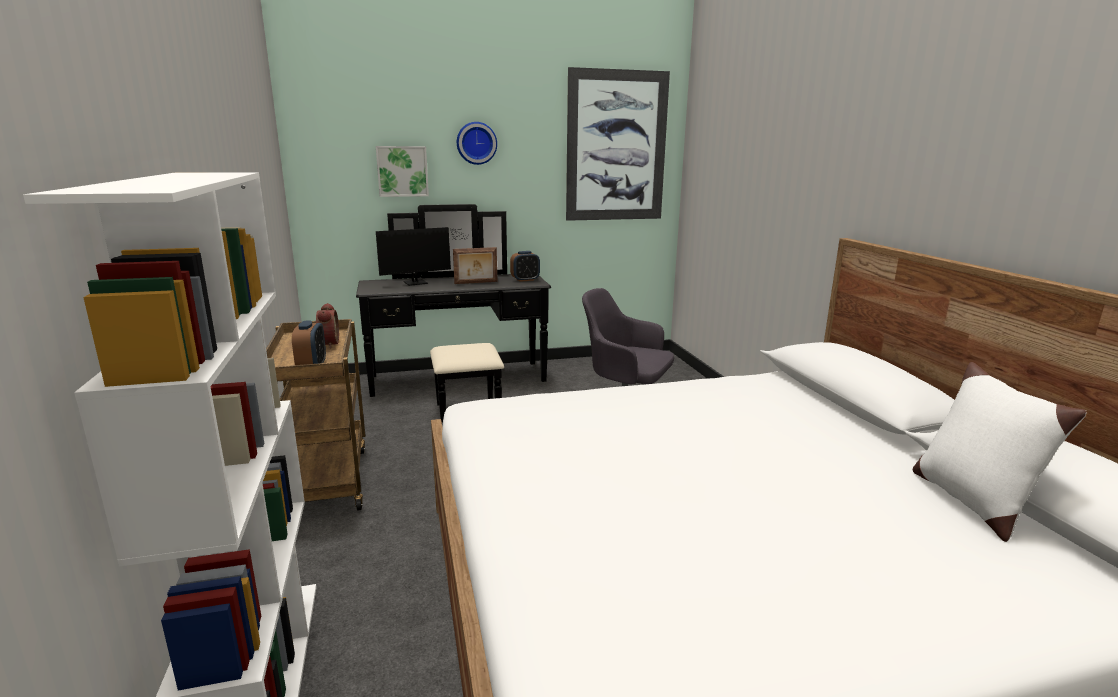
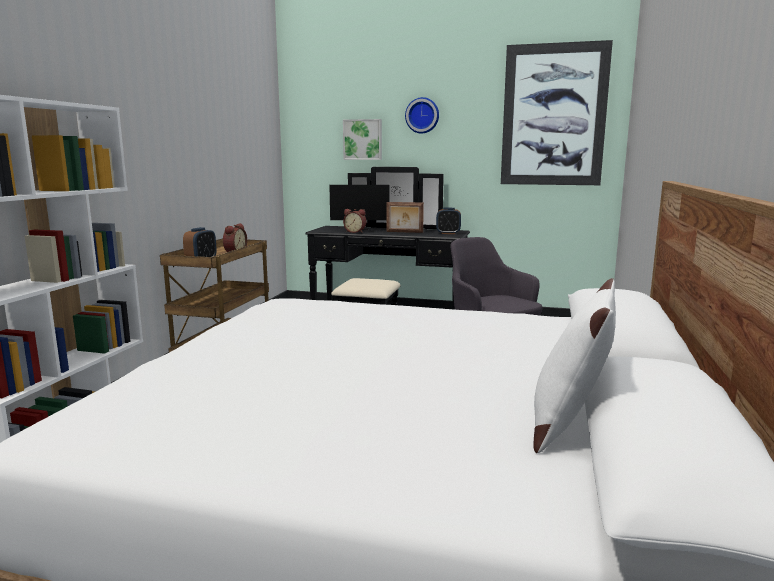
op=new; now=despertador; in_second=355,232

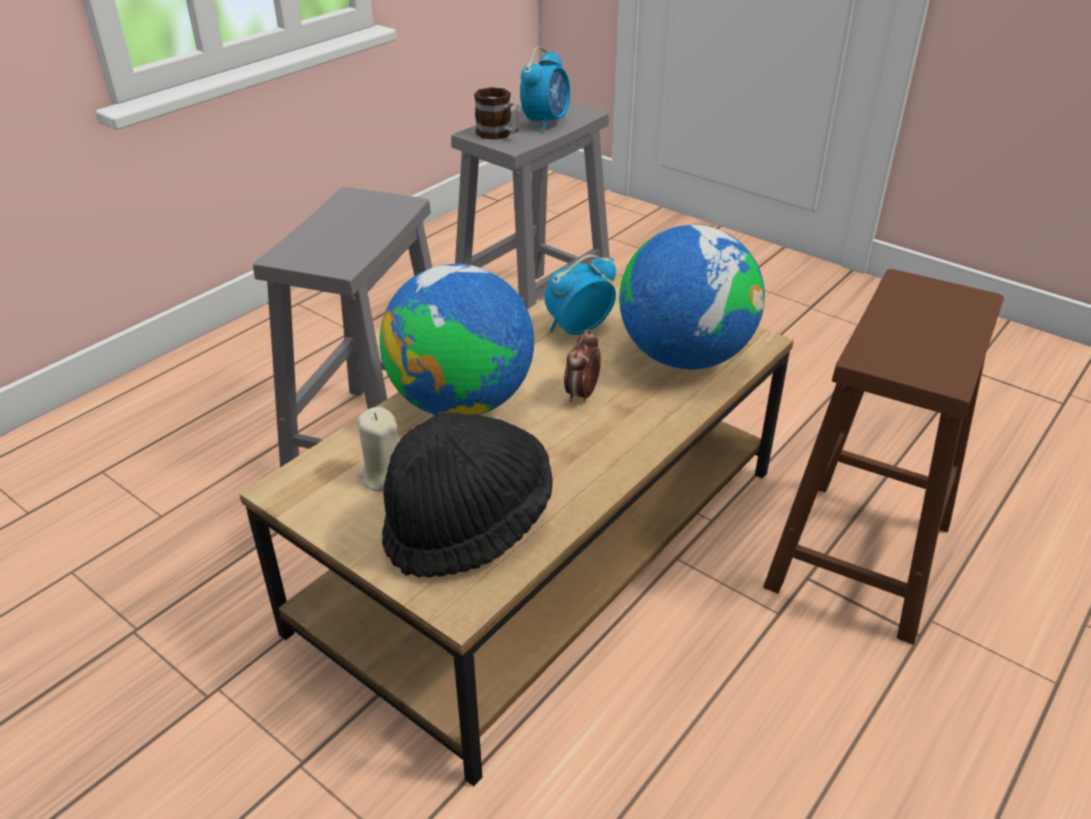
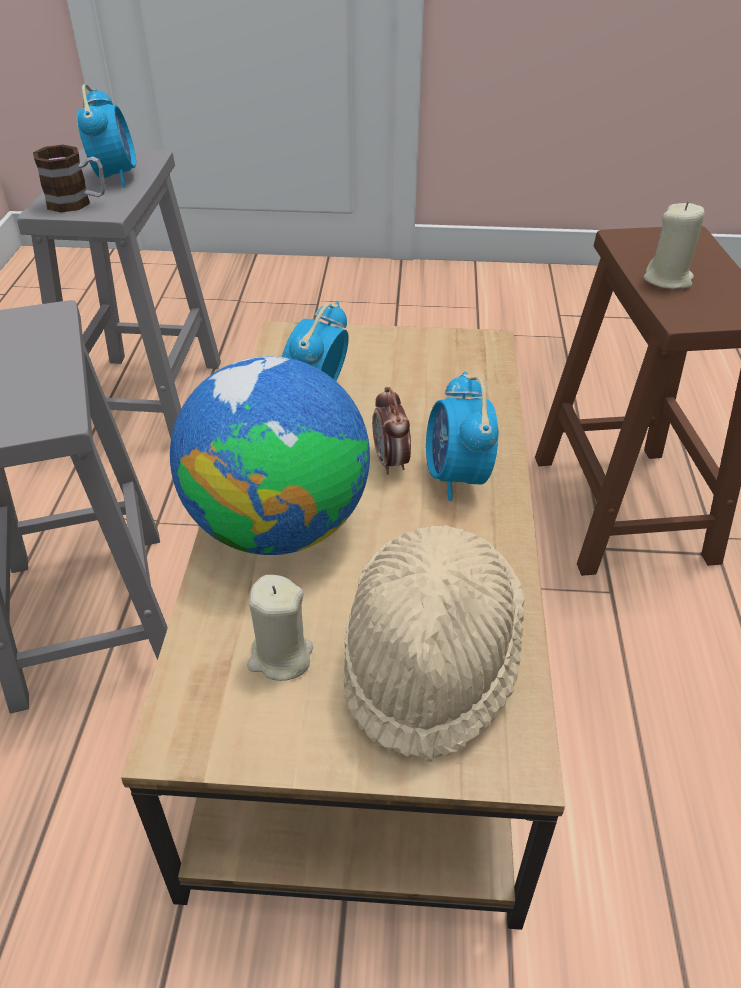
op=gone; was=globo terráqueo; in_first=684,357
op=new; now=despertador; in_second=456,477
op=new; now=vela/beis; in_second=668,279
op=repainted; was=sombrero/negro; now=sombrero/beis; in_first=468,525; in_second=429,662

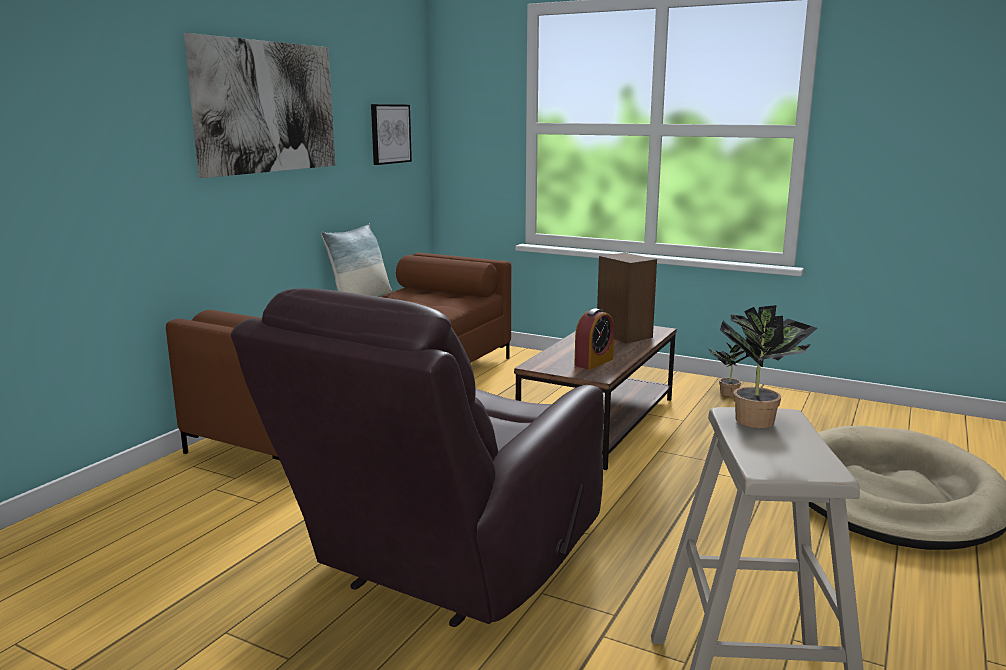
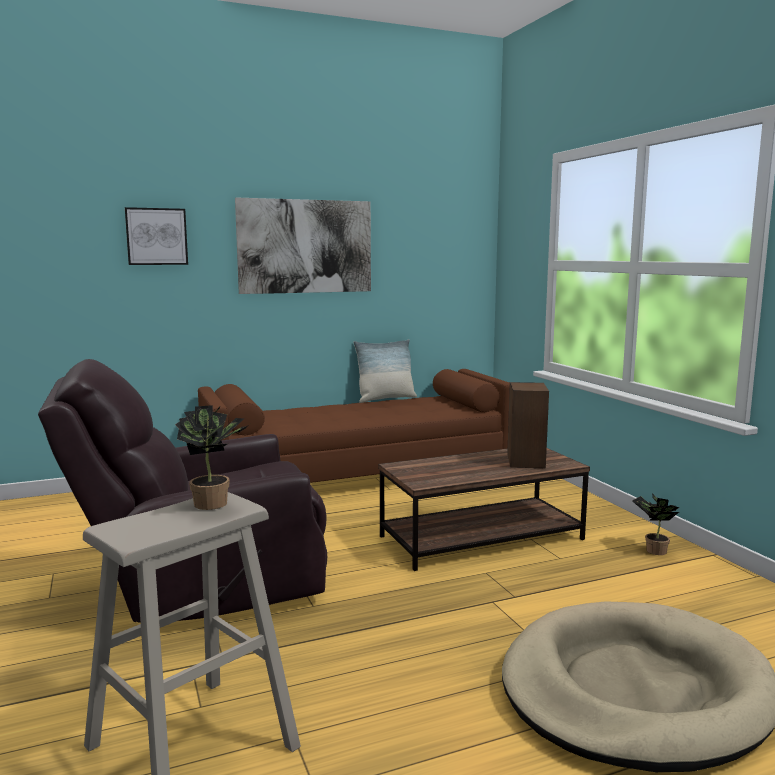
op=gone; was=despertador; in_first=594,362
op=shifted; was=cuadro; in_first=389,134; in_second=156,236

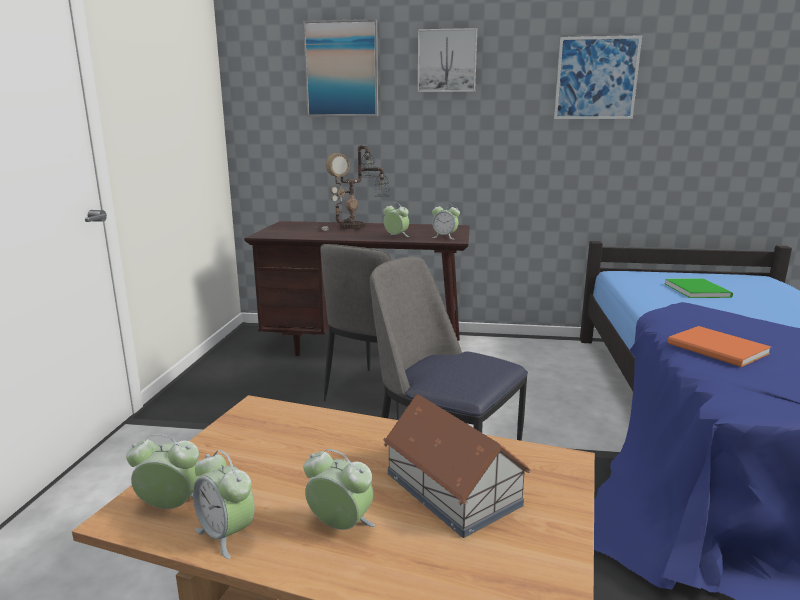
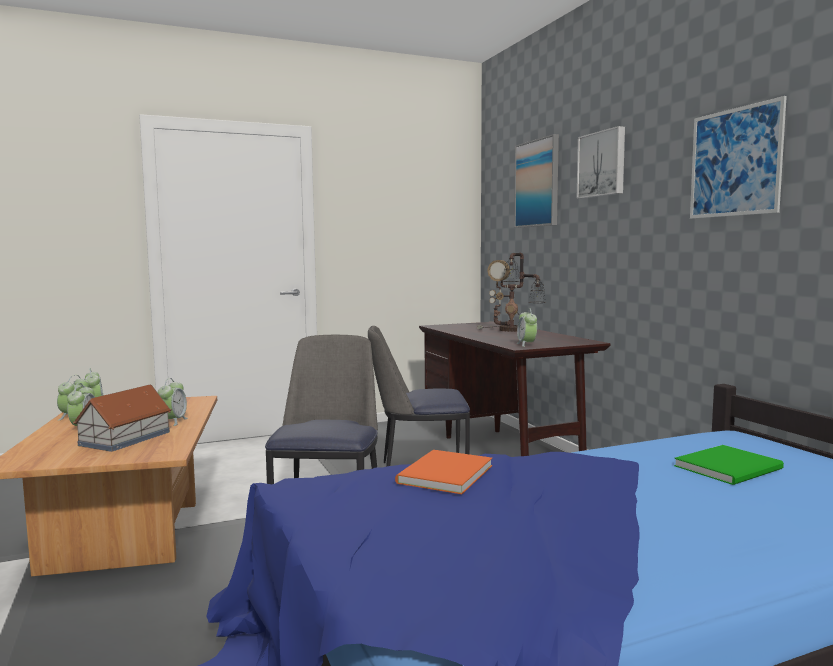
op=shifted; was=despertador; in_first=396,236; in_second=173,421

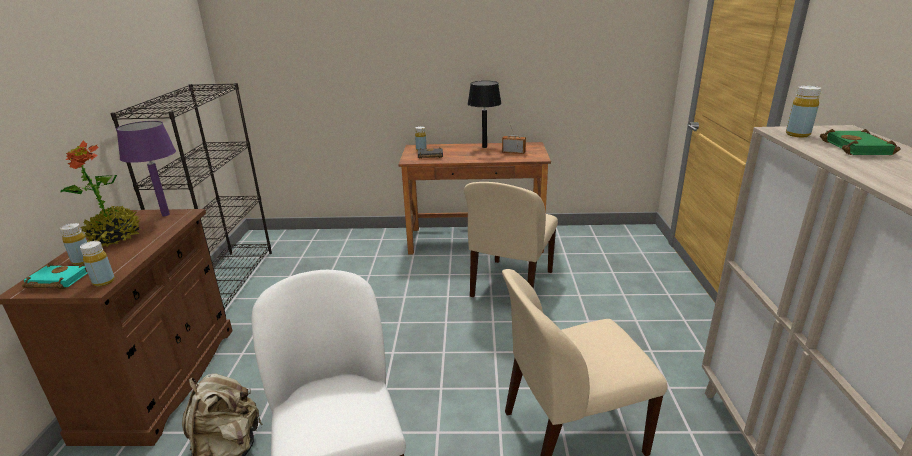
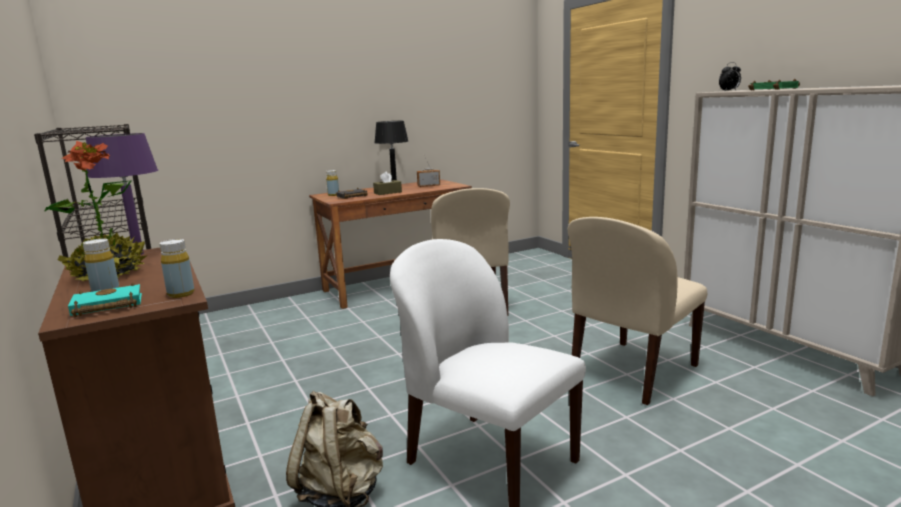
op=new; now=caja de pañuelos/marrón; in_second=388,192
op=swapped; was=botella/amarillo; now=despertador; in_first=797,134; in_second=729,91

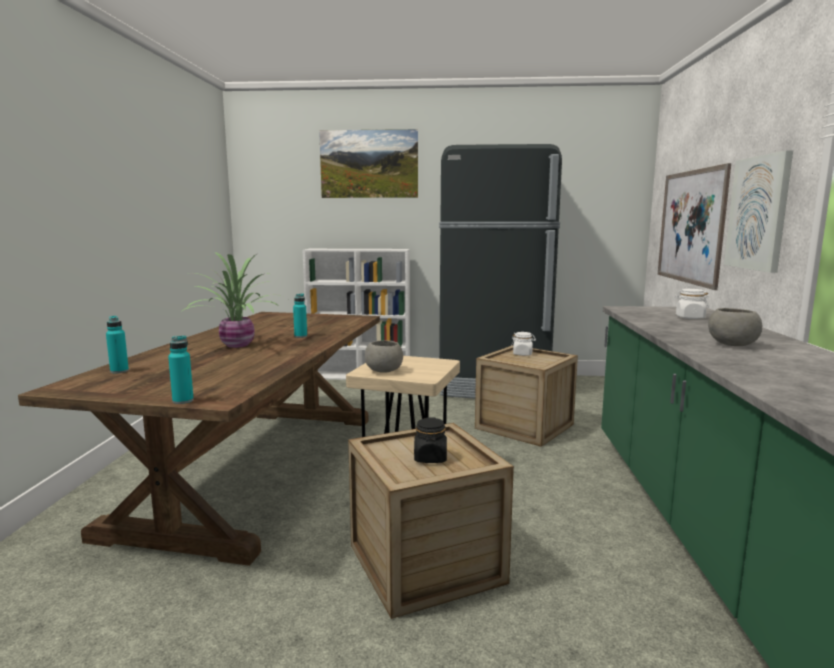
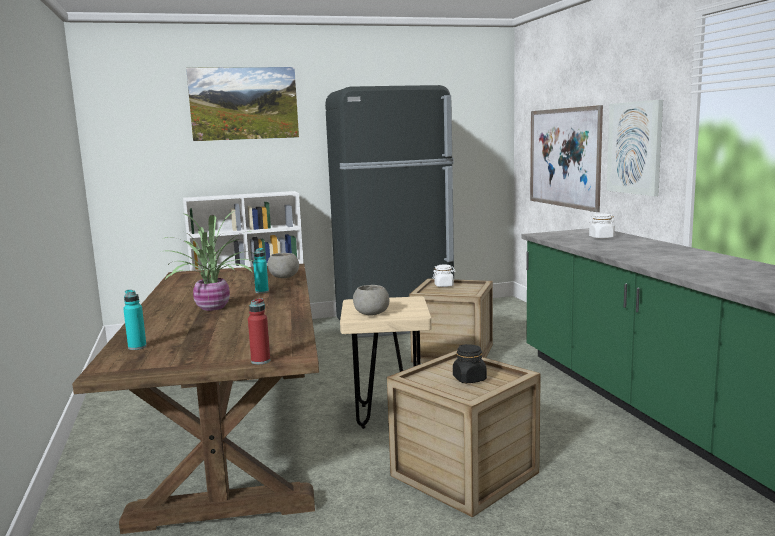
op=shifted; was=cuenco/gris; in_first=731,345; in_second=283,277
op=repainted; was=botella/turquesa; now=botella/rojo; in_first=183,401; in_second=260,361

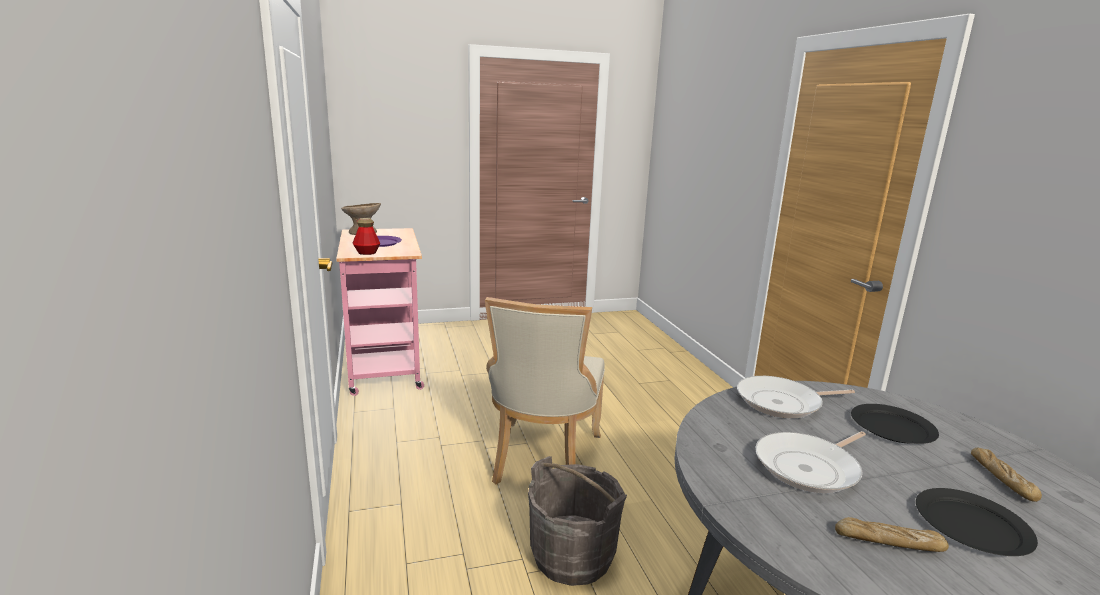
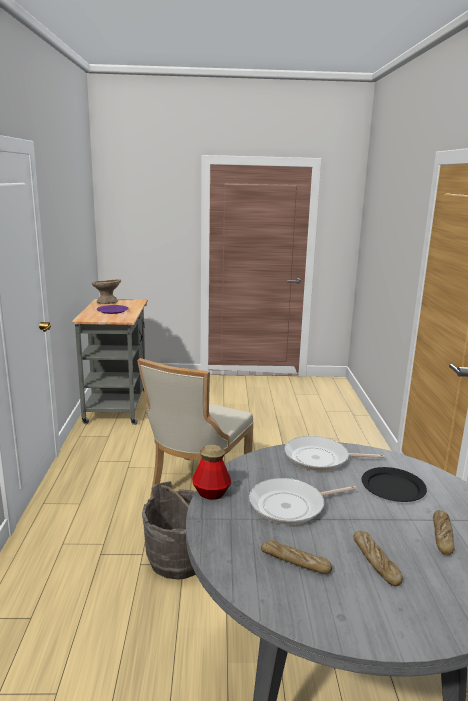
op=shifted; was=botella; in_first=367,253; in_second=211,493
op=swapped; was=plato/negro; now=pan; in_first=971,524; in_second=376,562
op=repainted; was=carrito/rosa; now=carrito/gris; in_first=384,365; in_second=117,404

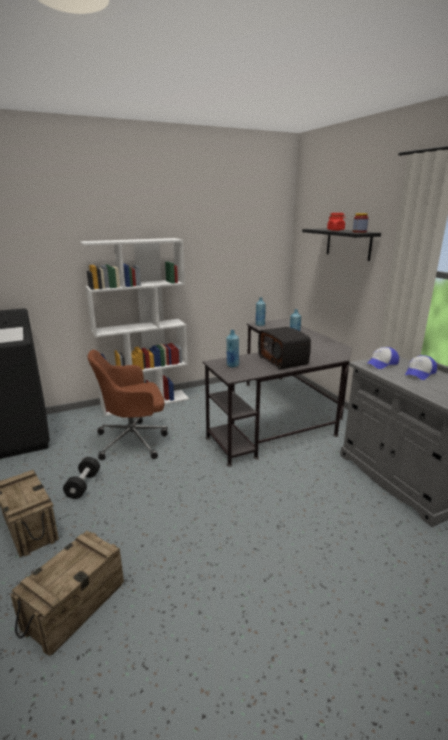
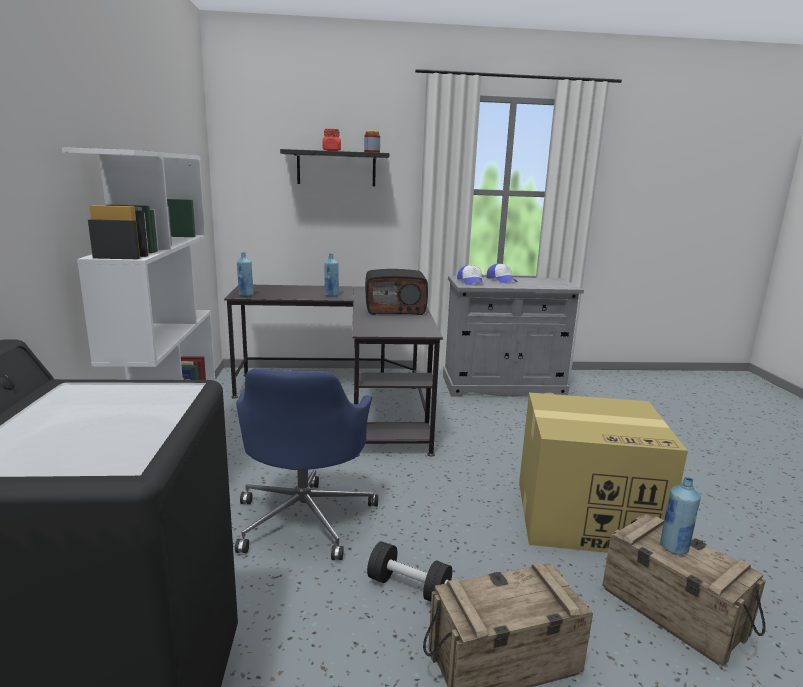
op=new; now=caja de cartón; in_second=586,516
op=shifted; was=botella/azul; in_first=232,365; in_second=674,547
op=repainted; was=silla de oficina/marrón; now=silla de oficina/azul; in_first=134,440; in_second=305,517

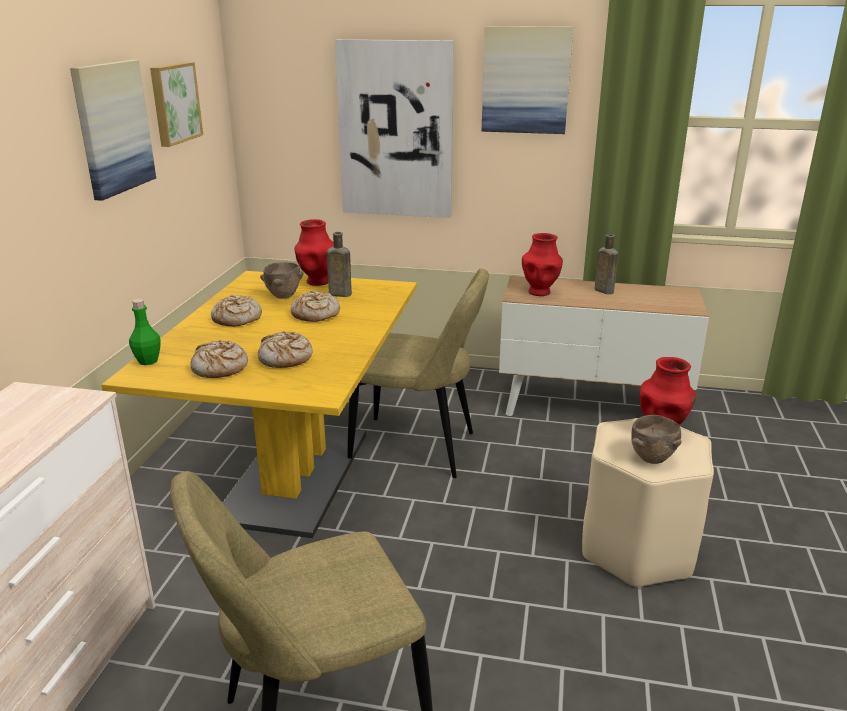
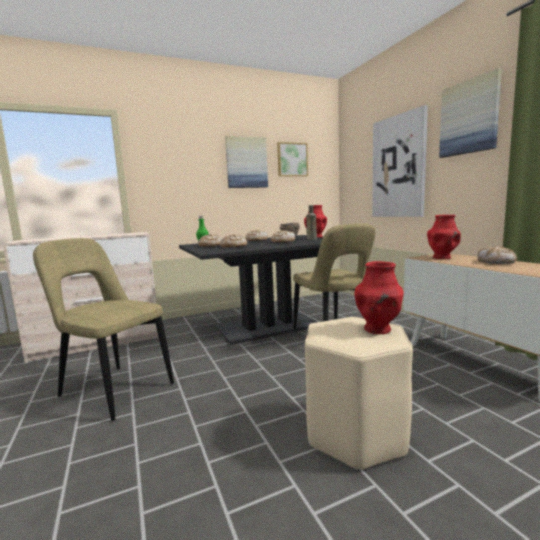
op=gone; was=cuenco/marrón; in_first=652,459
op=swapped; was=botella/marrón; now=pan; in_first=602,290; in_second=496,262
op=repainted; was=mesa de comedor/amarillo; now=mesa de comedor/negro; in_first=295,476; in_second=267,327

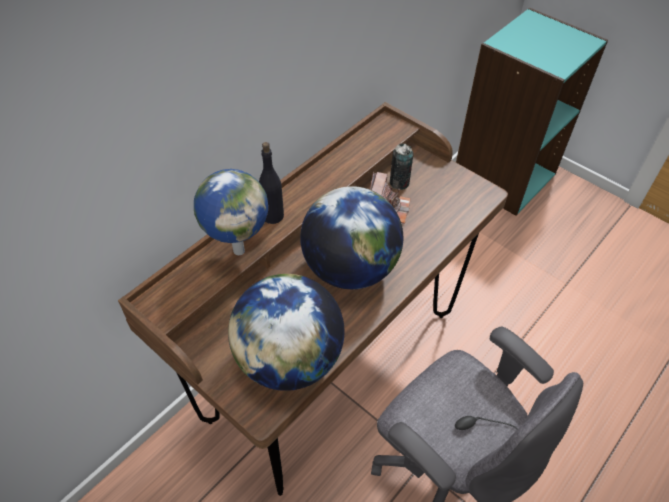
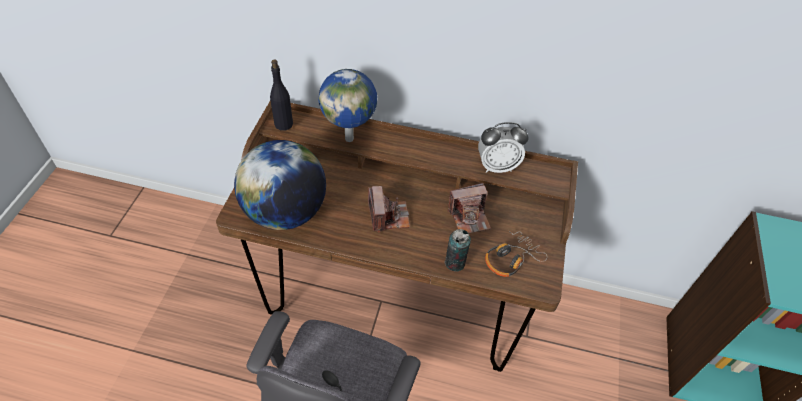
op=new; now=despertador; in_second=497,166
op=new; now=auriculares; in_second=511,258
op=shifted; was=botella/negro; in_first=272,216; in_second=283,124
op=shifted; was=lata; in_first=399,183; in_second=455,263
op=swapped; was=globo terráqueo; now=cámara; in_first=350,269; in_second=388,216

